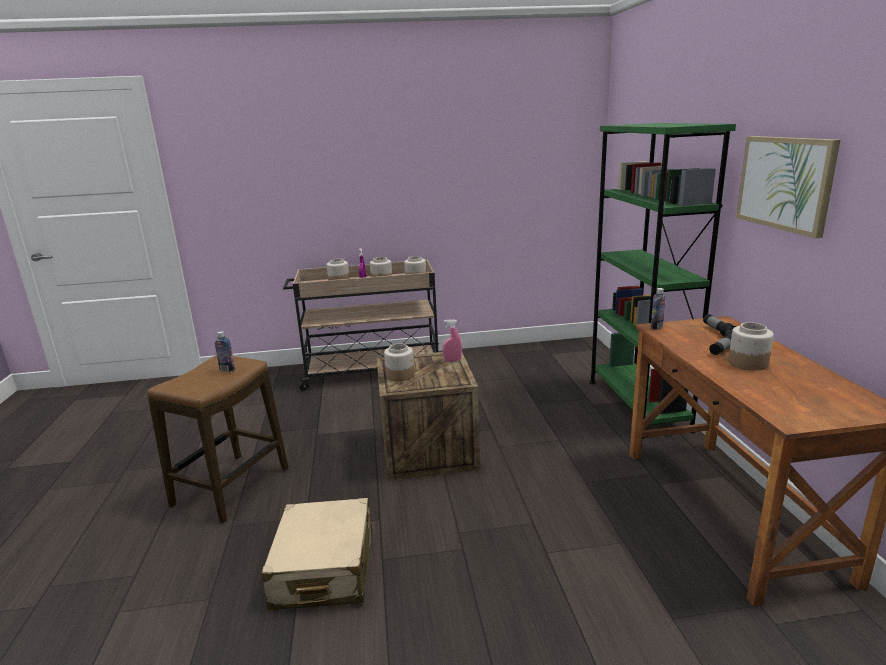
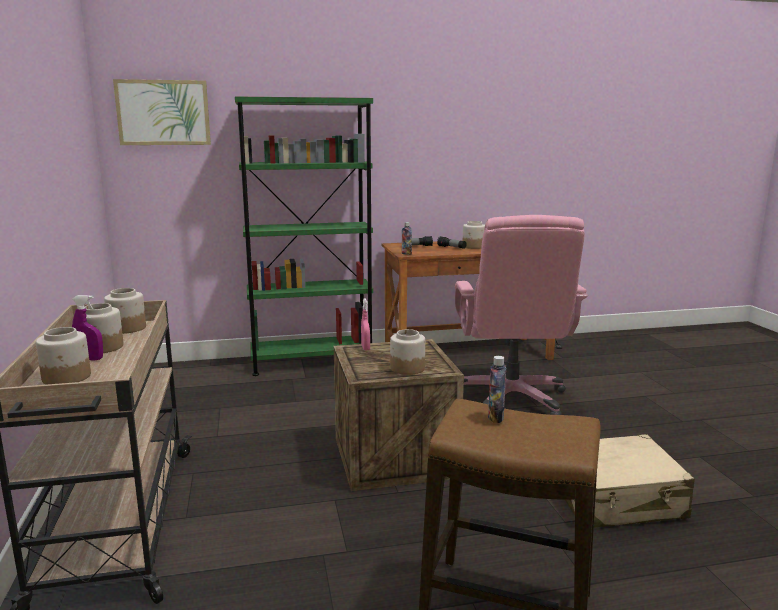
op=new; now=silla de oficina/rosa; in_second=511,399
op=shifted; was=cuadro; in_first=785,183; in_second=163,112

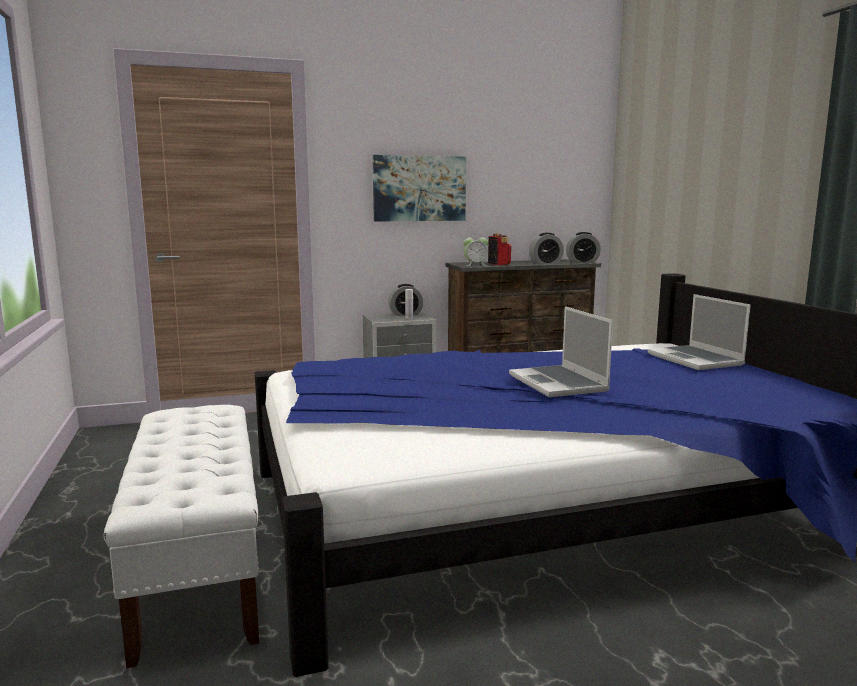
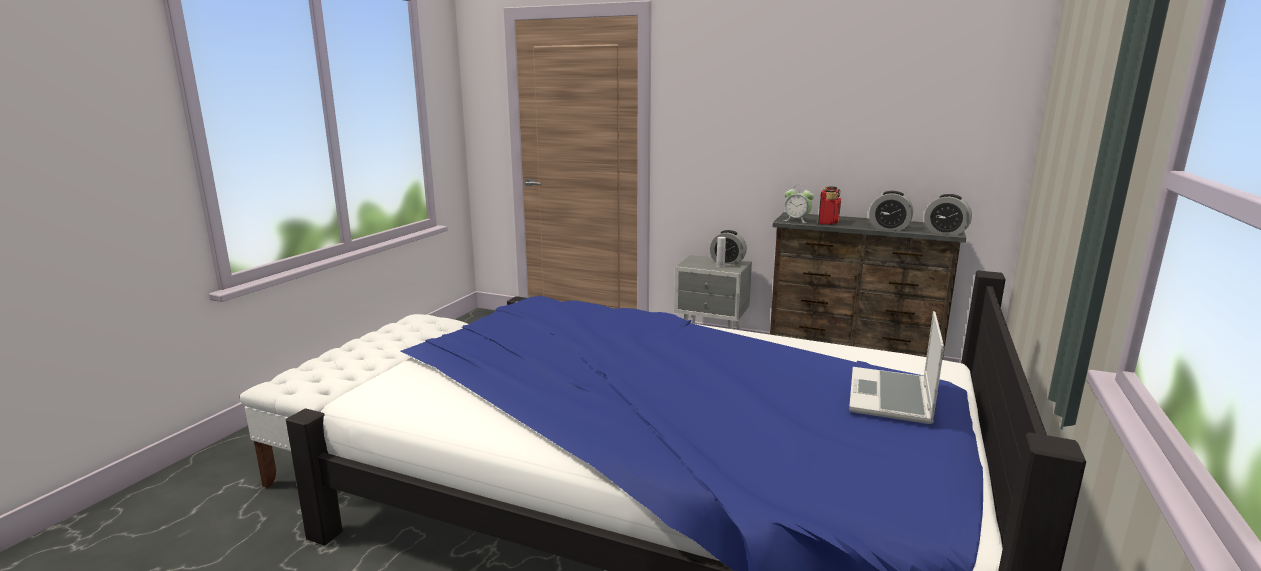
op=gone; was=cuadro; in_first=419,188
op=gone; was=portátil; in_first=559,383

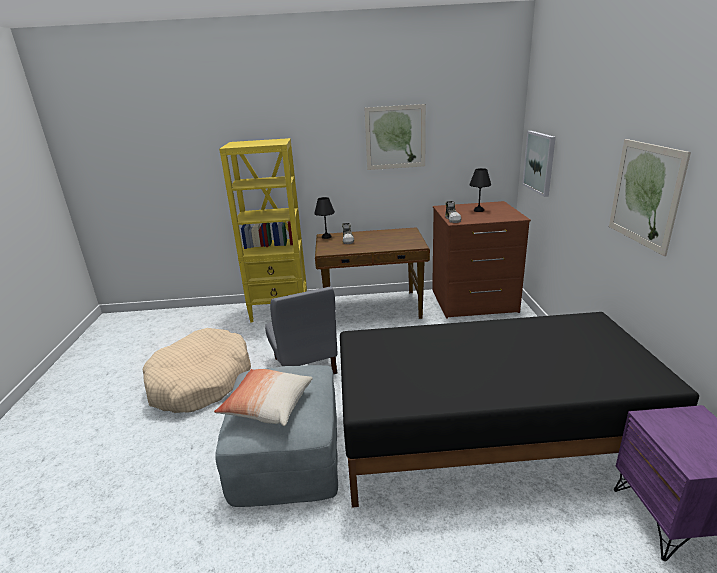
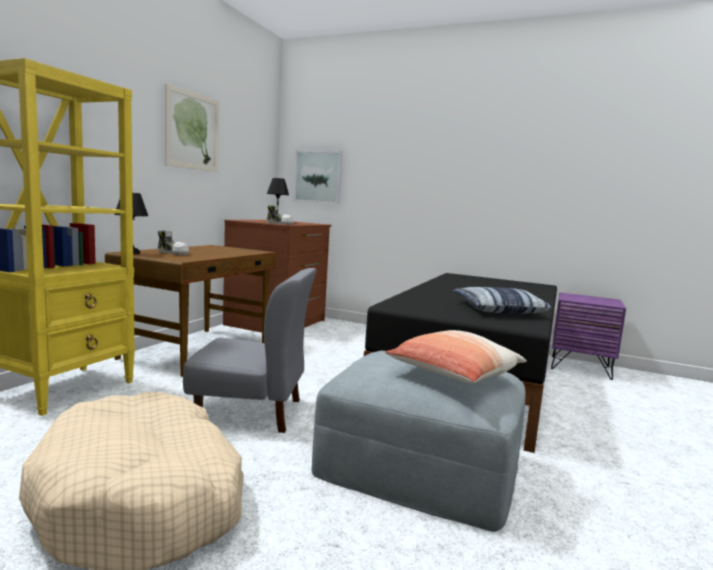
op=gone; was=cuadro; in_first=645,194
op=new; now=cojín; in_second=498,309

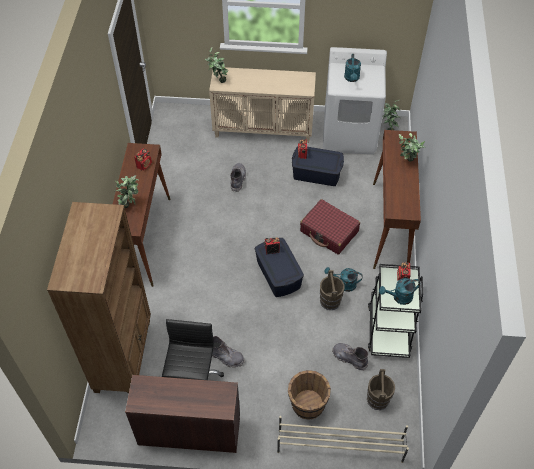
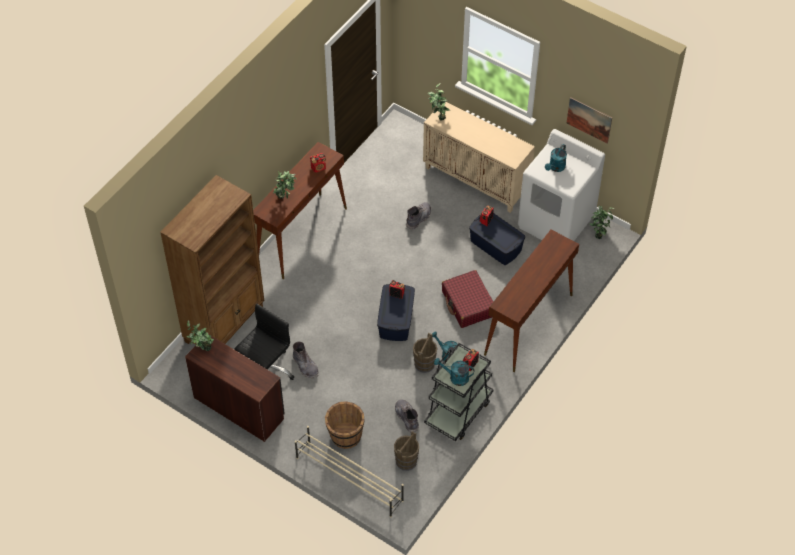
op=new; now=cuadro; in_second=589,120
op=shifted; was=planta en maceta; in_first=407,162; in_second=202,350

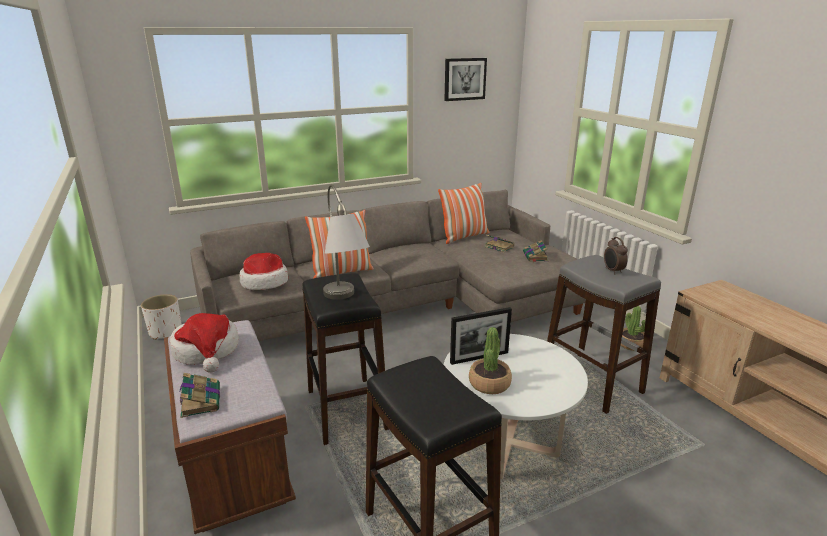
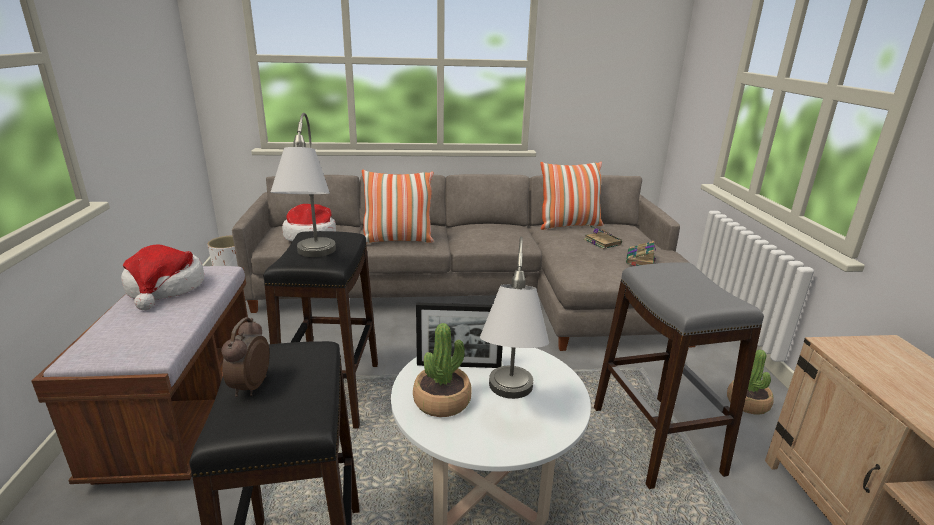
op=gone; was=libro; in_first=201,400
op=gone; was=cuadro; in_first=464,79
op=new; now=lámpara de mesa/gris; in_second=508,404
op=shifted; was=despertador; in_first=612,271; in_second=250,387

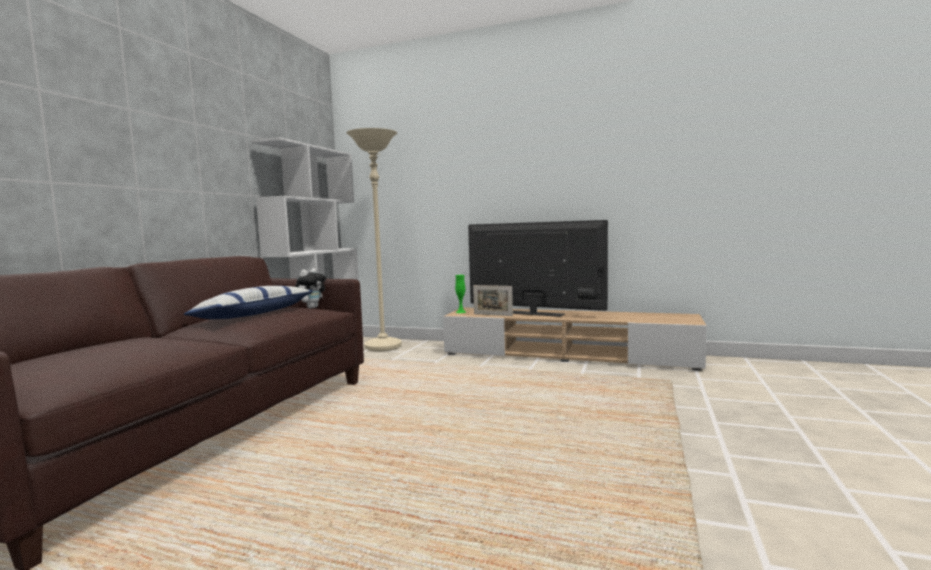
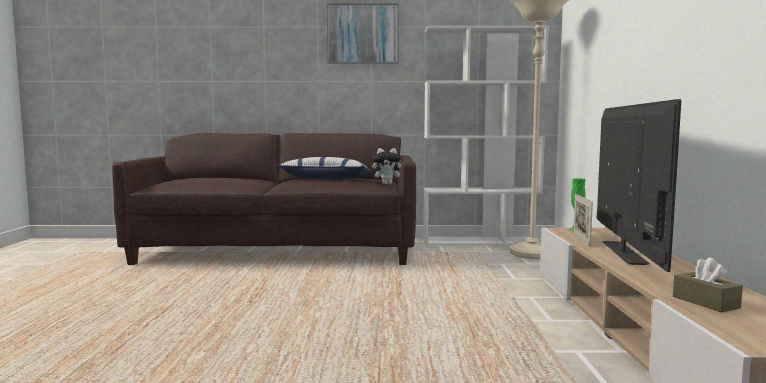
op=new; now=cuadro; in_second=362,34
op=new; now=caja de pañuelos/marrón; in_second=705,302

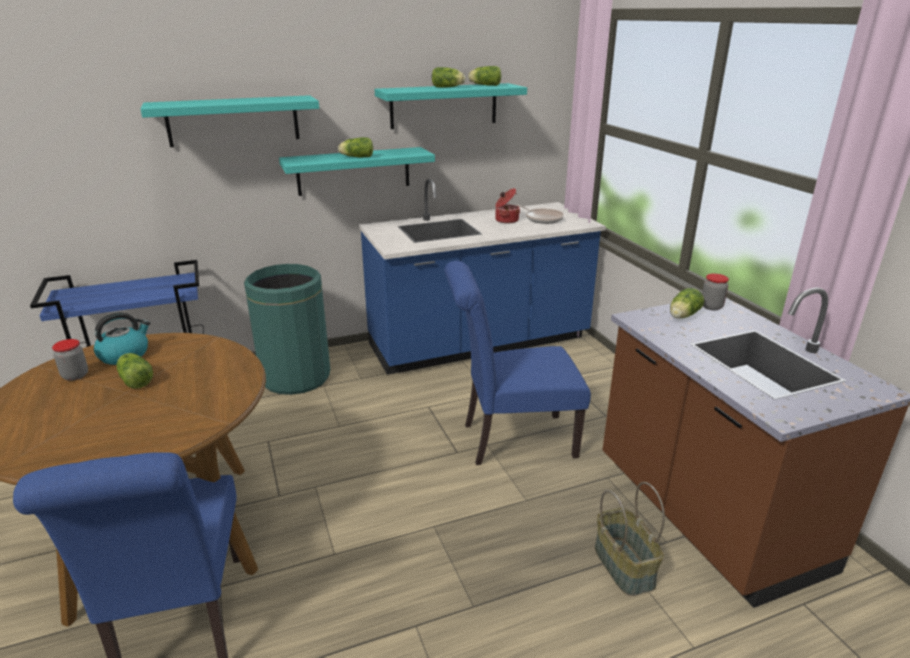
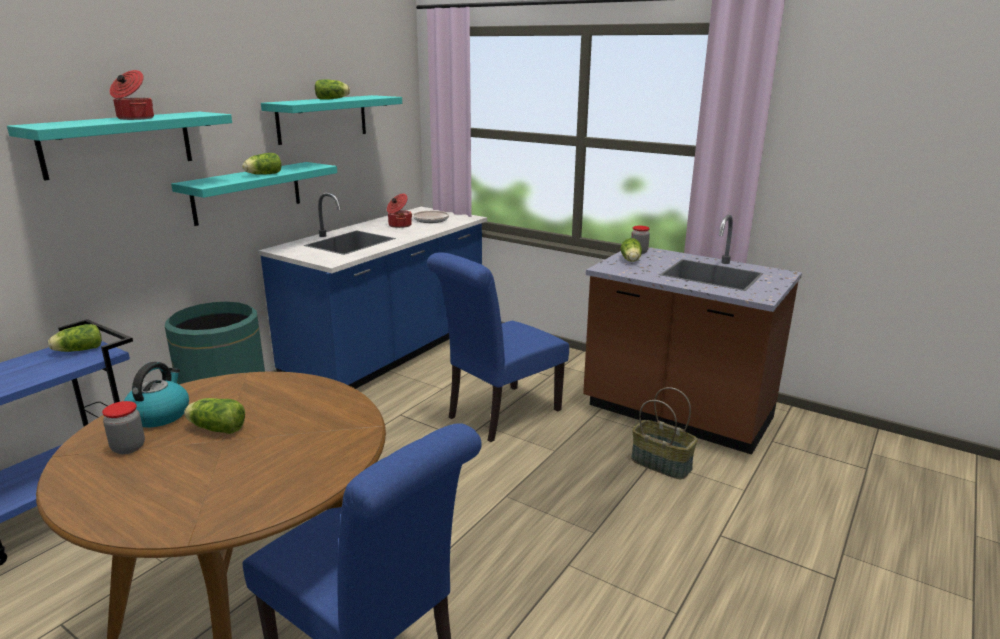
op=new; now=olla; in_second=134,118
op=shifted; was=lechuga; in_first=484,85; in_second=77,350

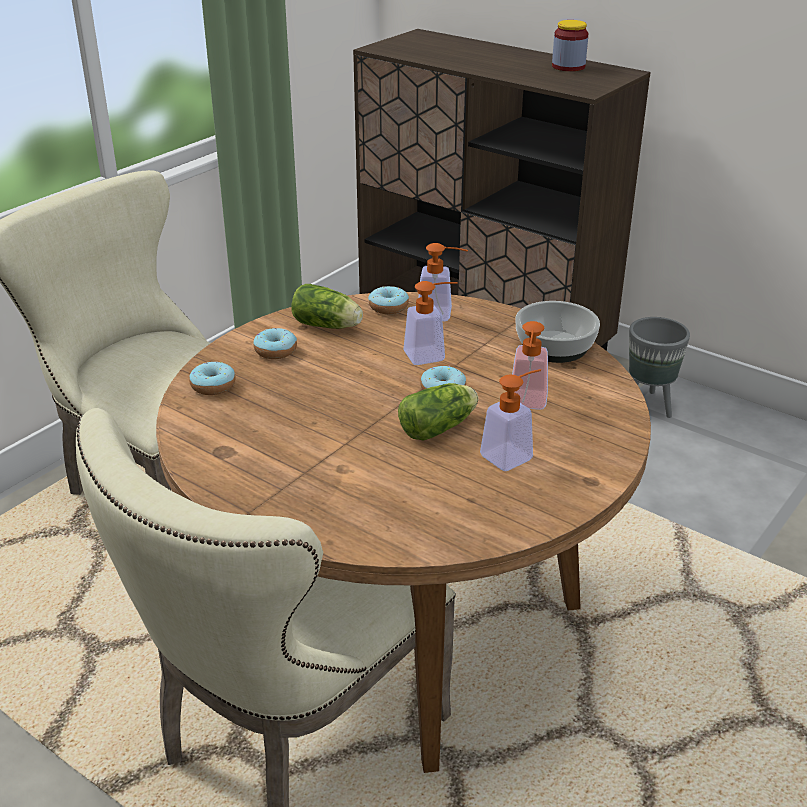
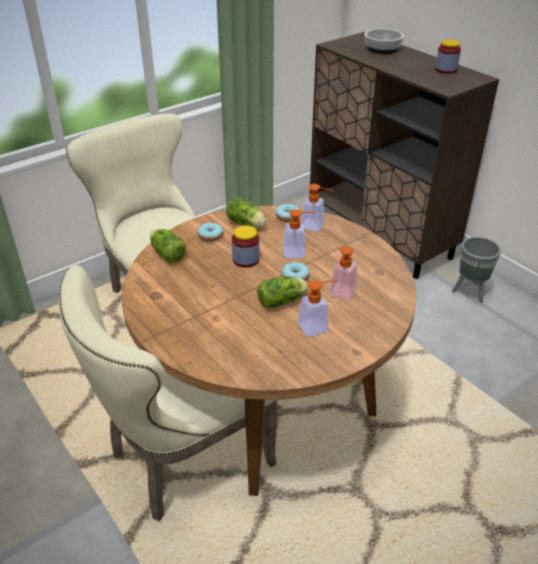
op=new; now=tarro; in_second=246,259
op=shifted; was=cuenco; in_first=556,346; in_second=383,49
op=swapped; was=rosquilla; now=lechuga; in_first=213,386; in_second=167,253

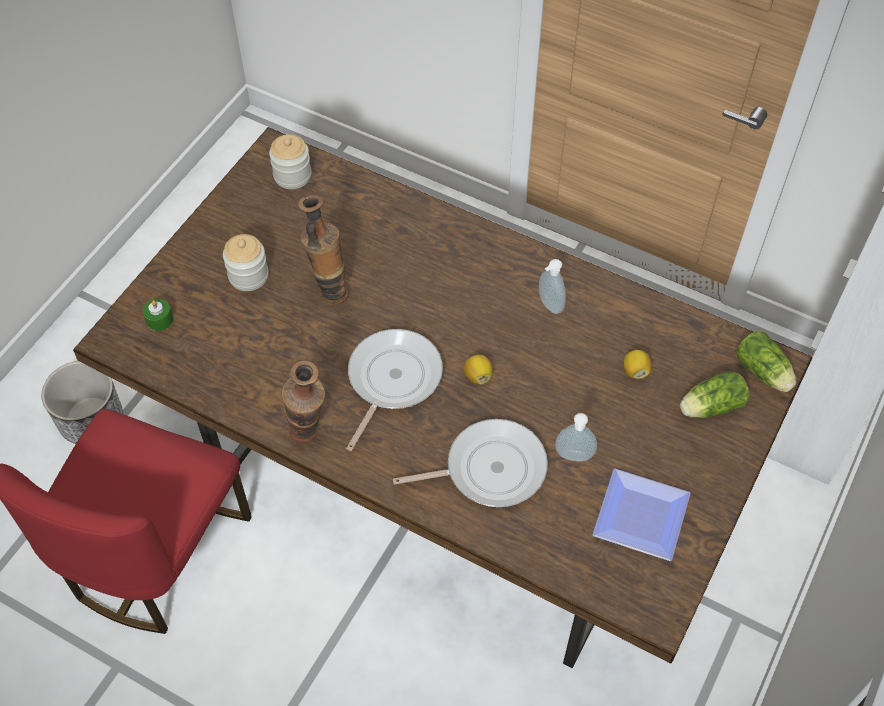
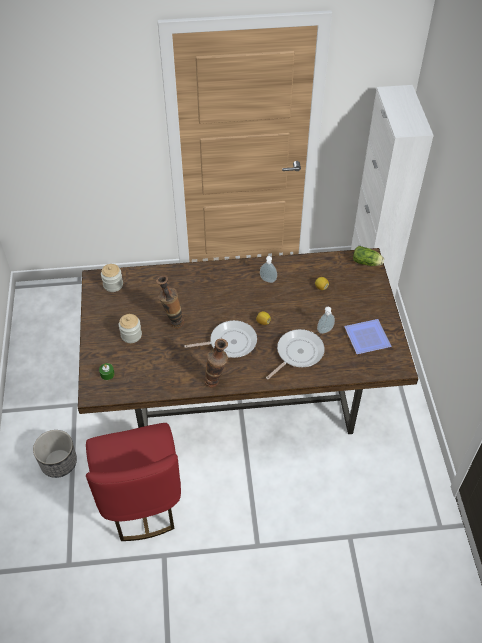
op=gone; was=lechuga; in_first=709,407
op=rotated; was=sartén; in_first=391,380; in_second=230,342; clockwise=90

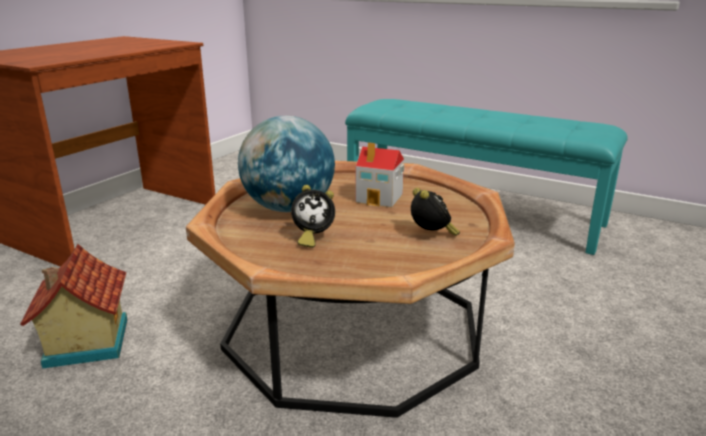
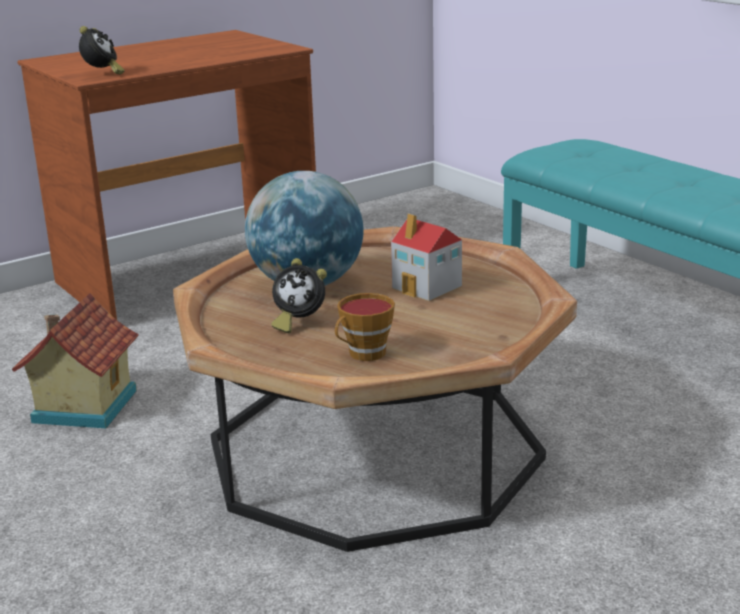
op=new; now=taza; in_second=364,354
op=shifted; was=despertador; in_first=432,235; in_second=102,74

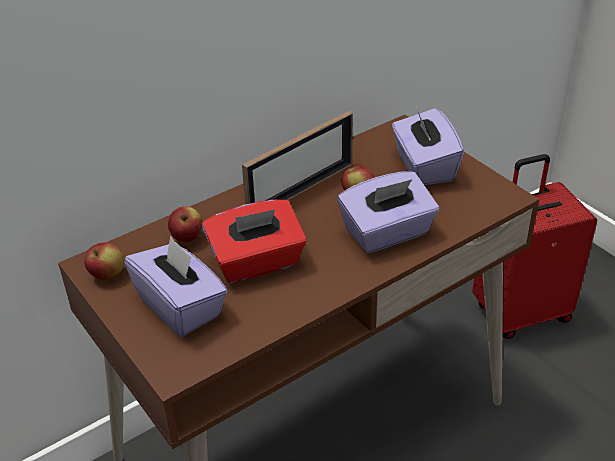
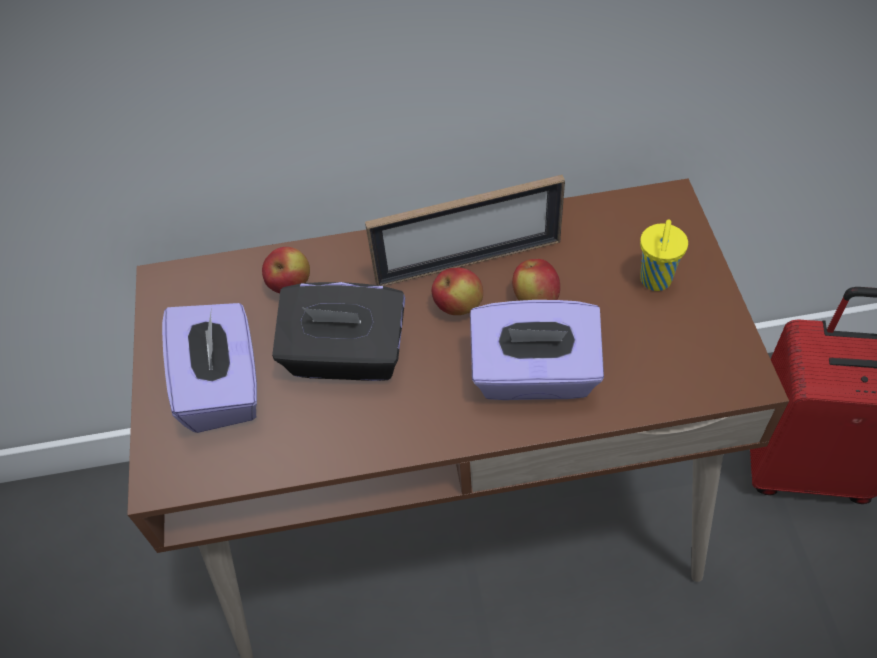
op=shifted; was=manzana; in_first=108,275; in_second=458,306
op=swapped; was=caja de pañuelos/morado; now=taza/amarillo; in_first=423,167; in_second=655,281
op=repainted; was=caja de pañuelos/rojo; now=caja de pañuelos/negro; in_first=257,263; in_second=346,357

